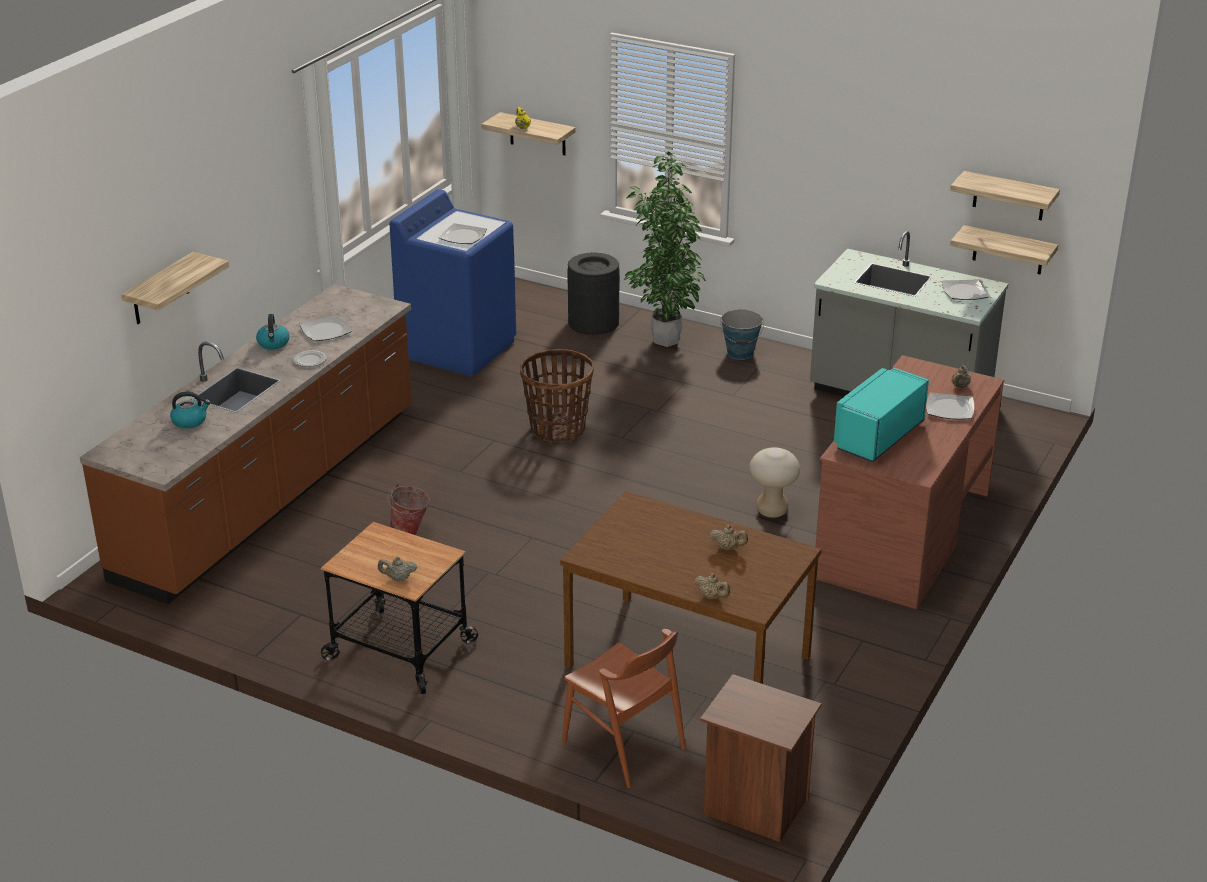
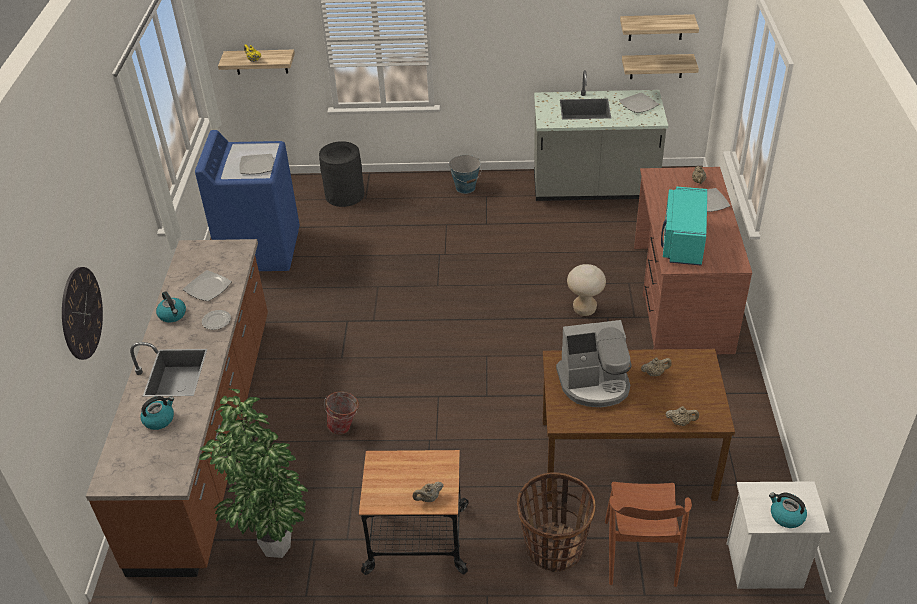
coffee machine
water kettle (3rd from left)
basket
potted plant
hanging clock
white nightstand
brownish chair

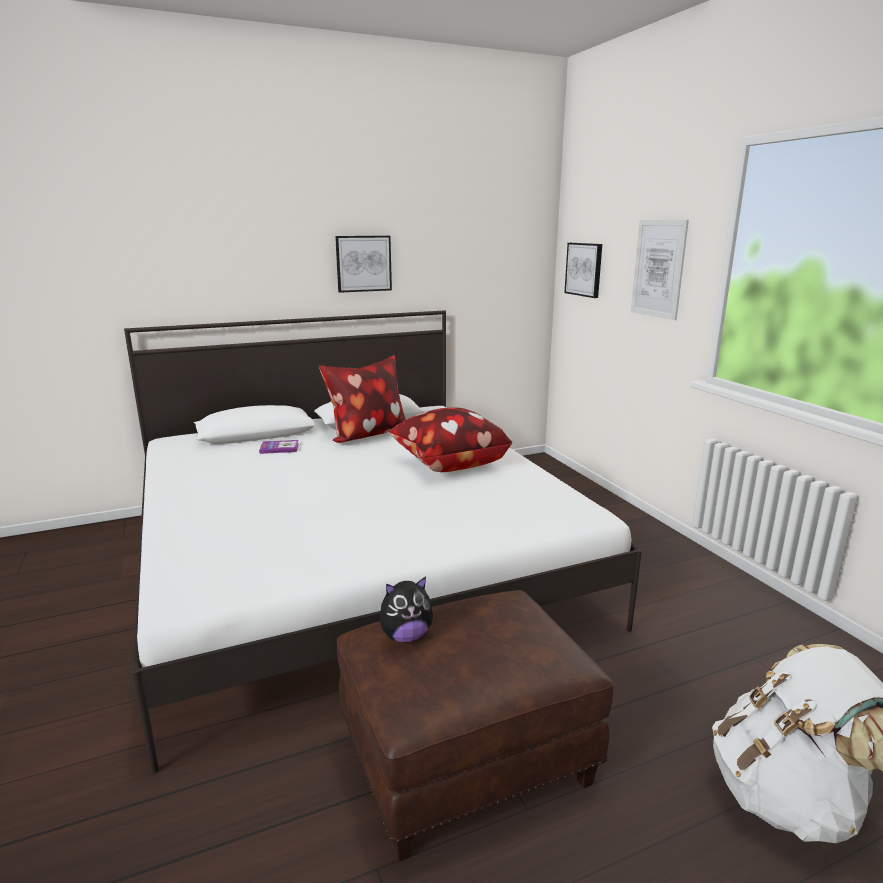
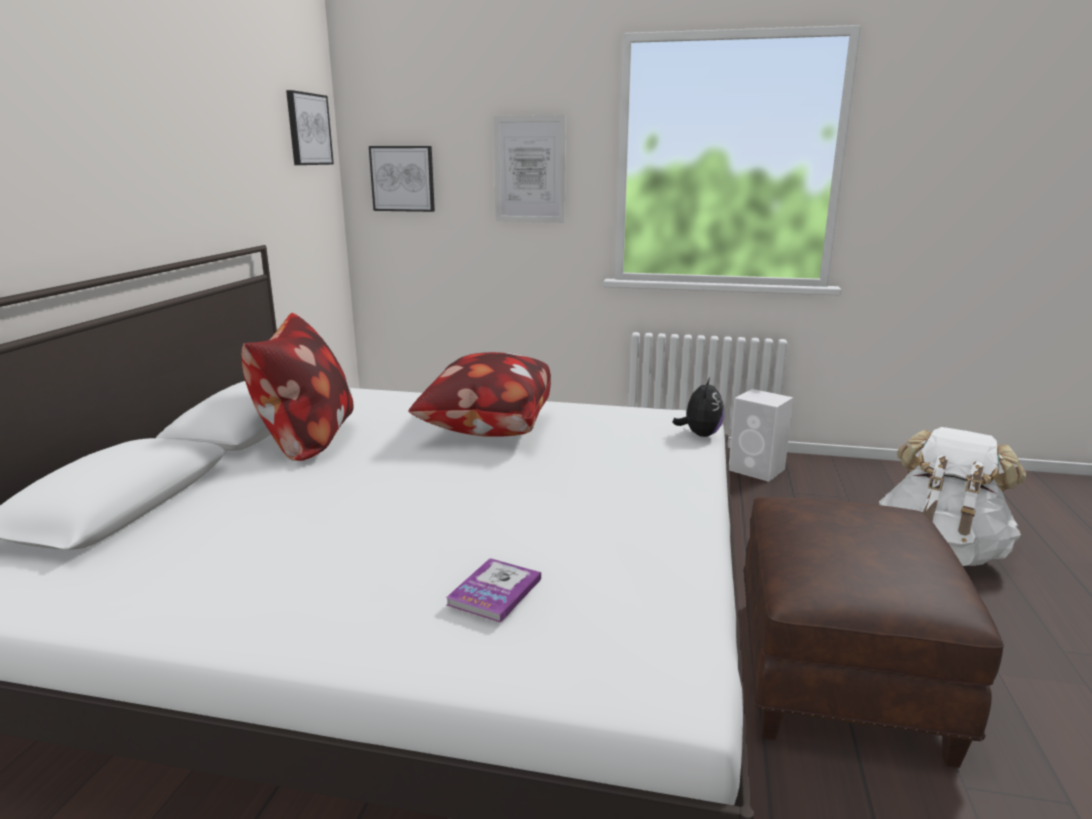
white speaker
book
picture (1st from left)
soft toy

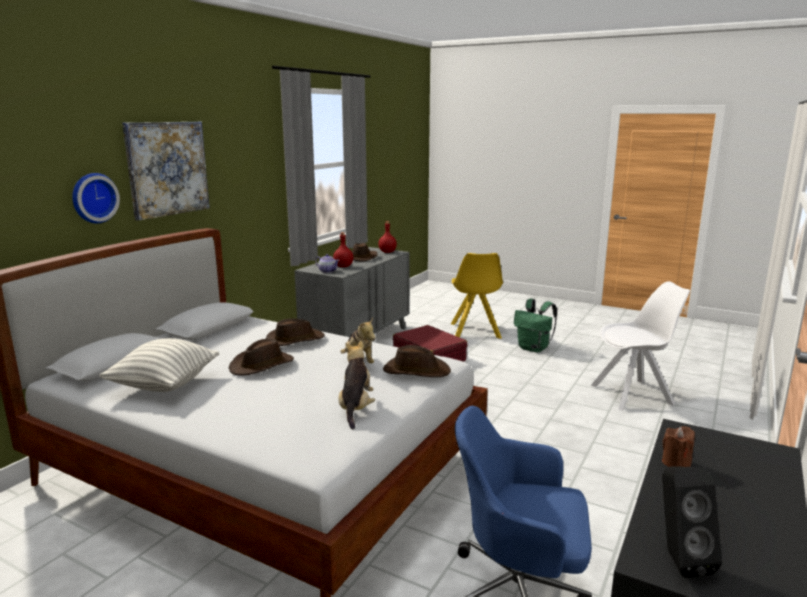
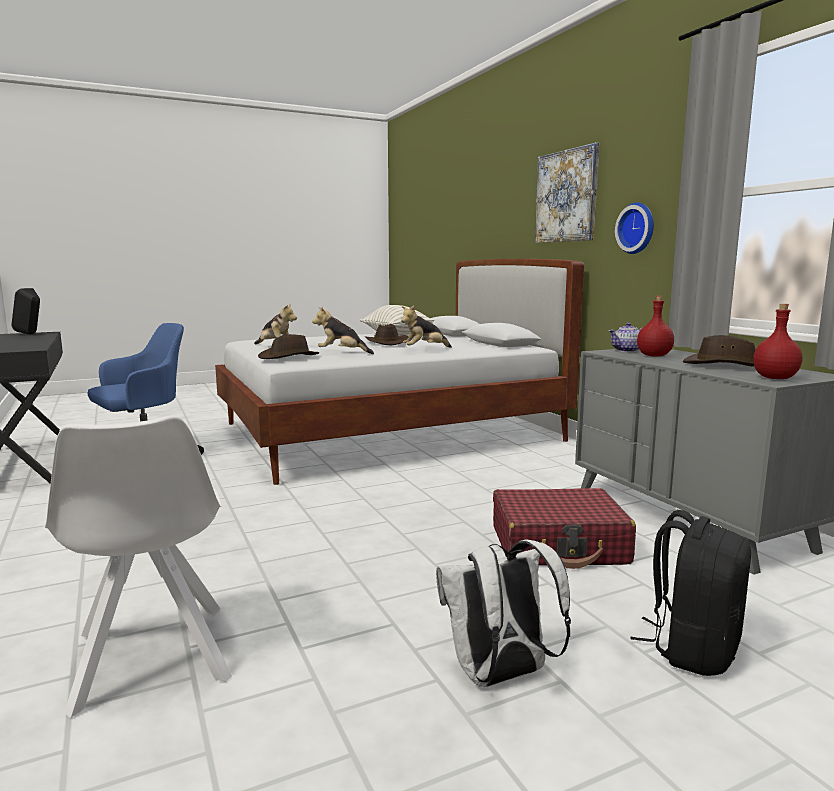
brownish wax light
hanging clock
soft toy (3rd from left)
black knapsack
white knapsack
white chair

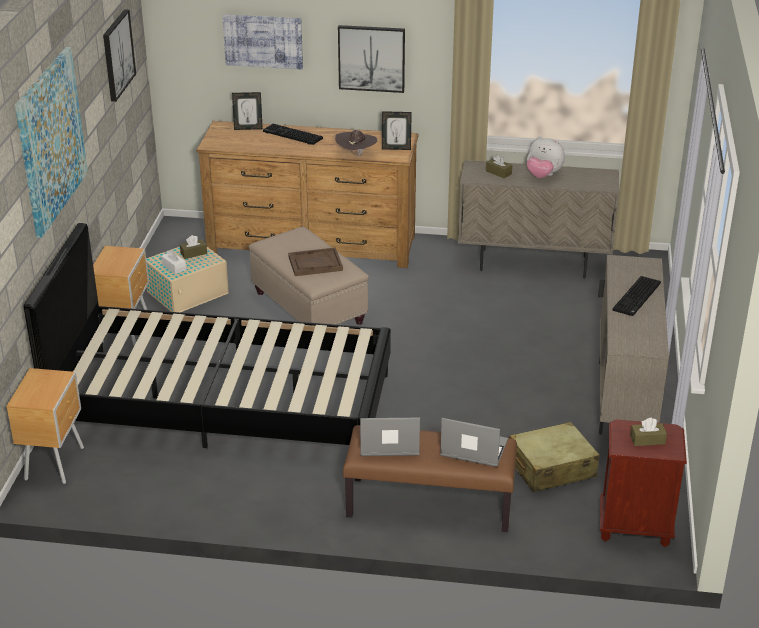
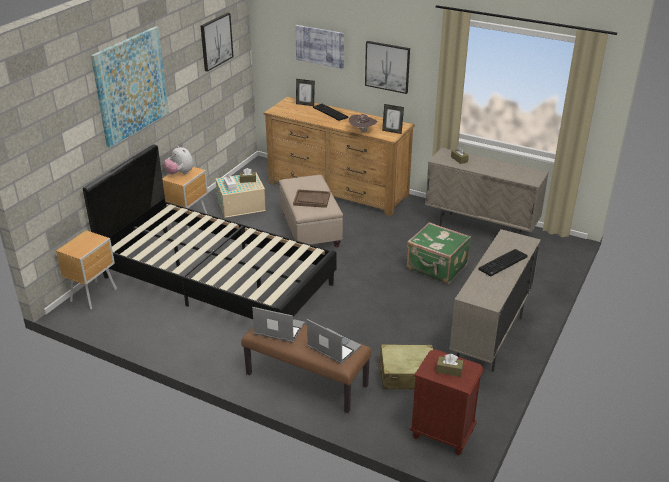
green piece of luggage
soft toy

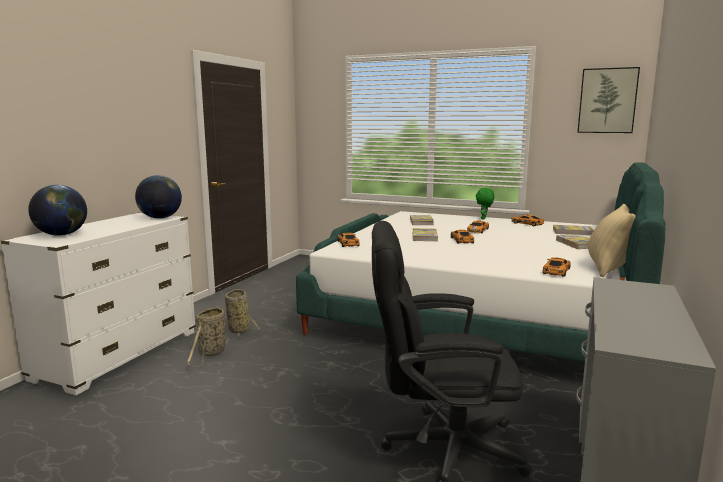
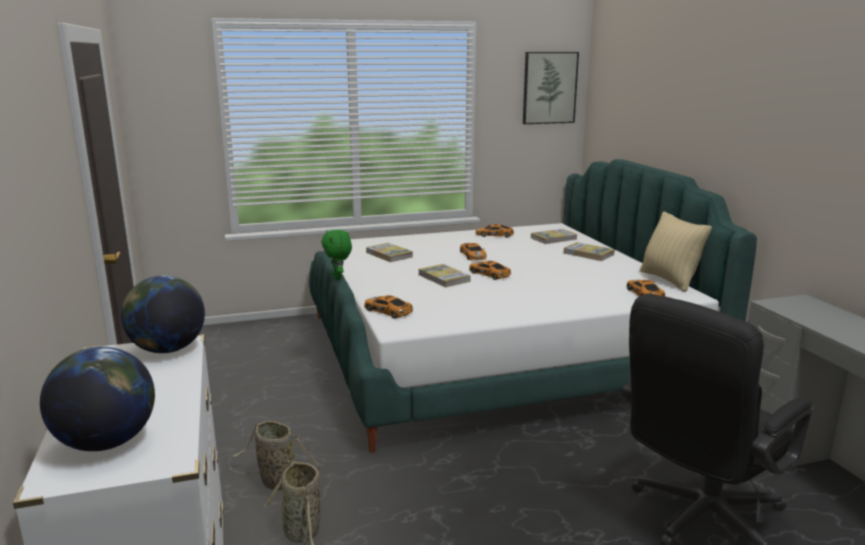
green soft toy

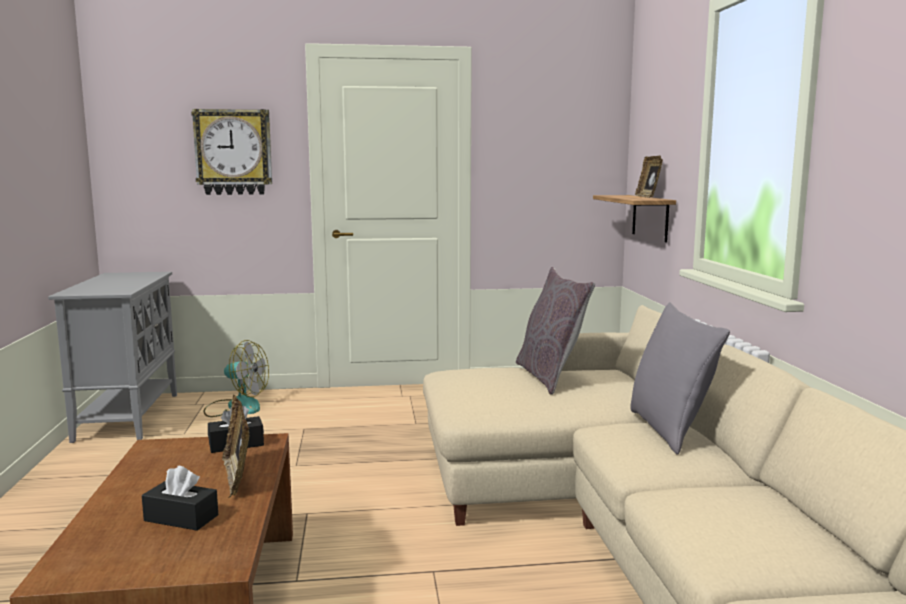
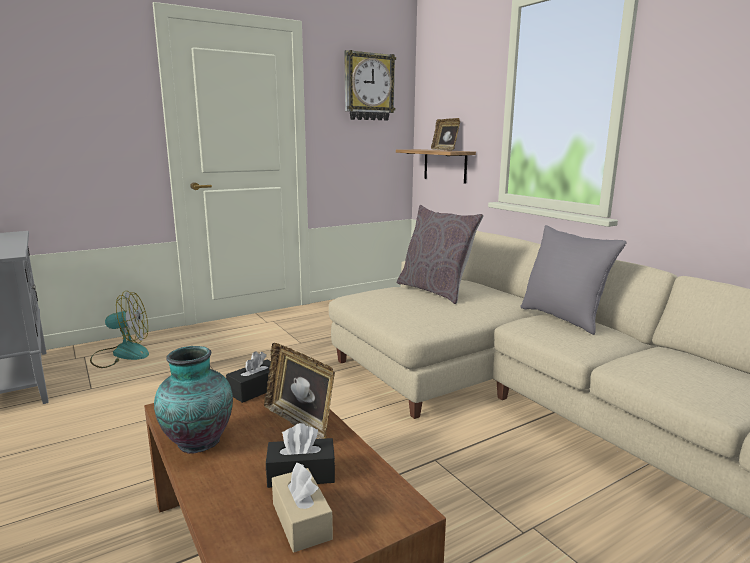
vase
sand-coloured tissue holder
hanging clock

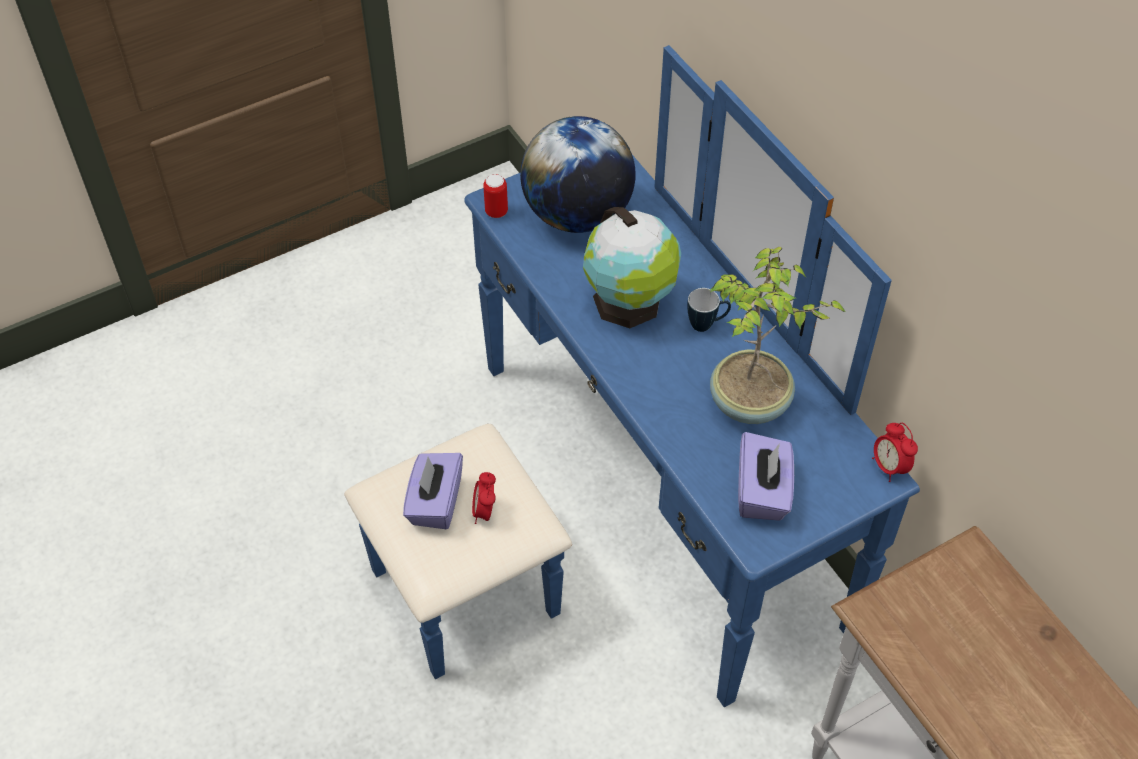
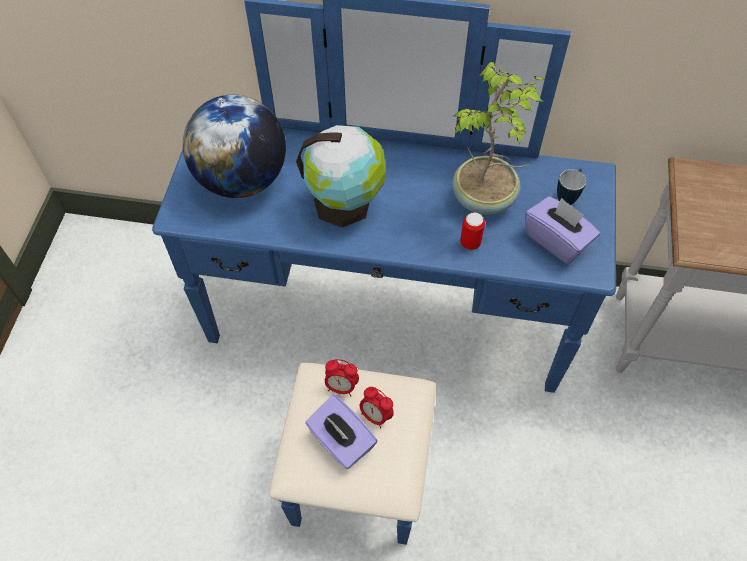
metal can
tea mug
alarm clock (1st from left)

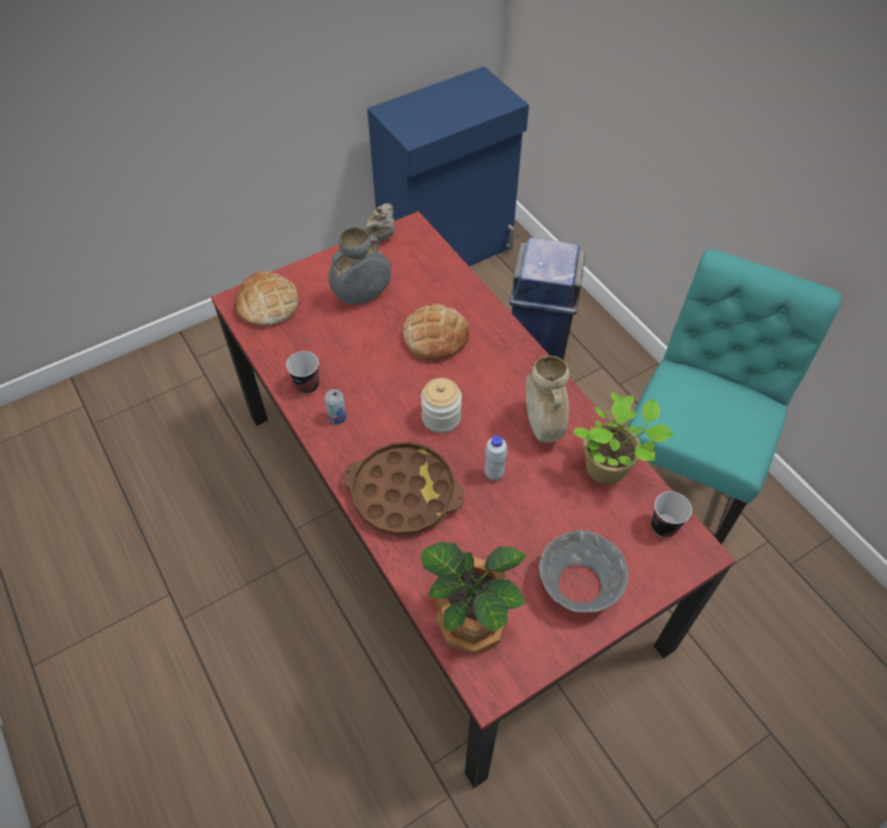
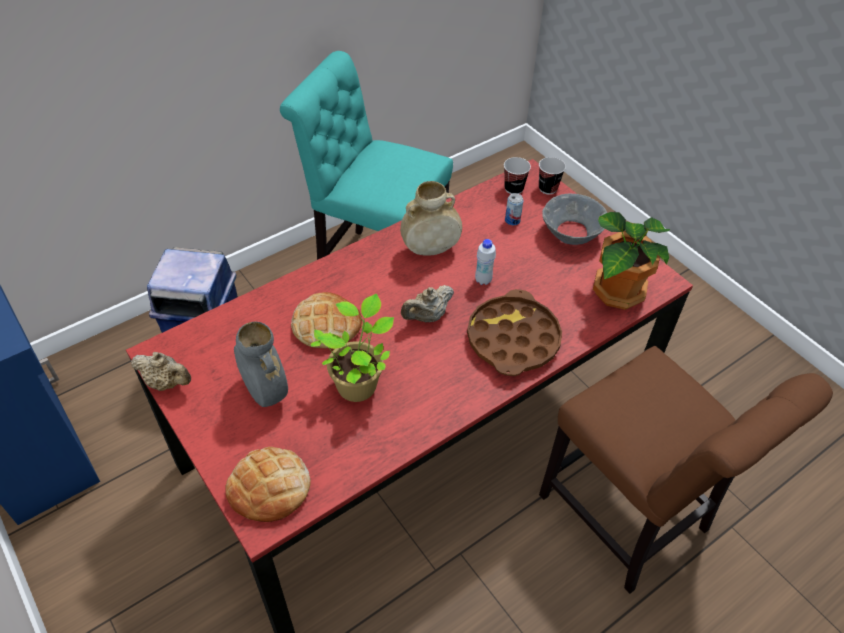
brownish chair
cup (2nd from left)
metal can
potted plant (1st from left)
sand-coloured teapot (2nd from left)

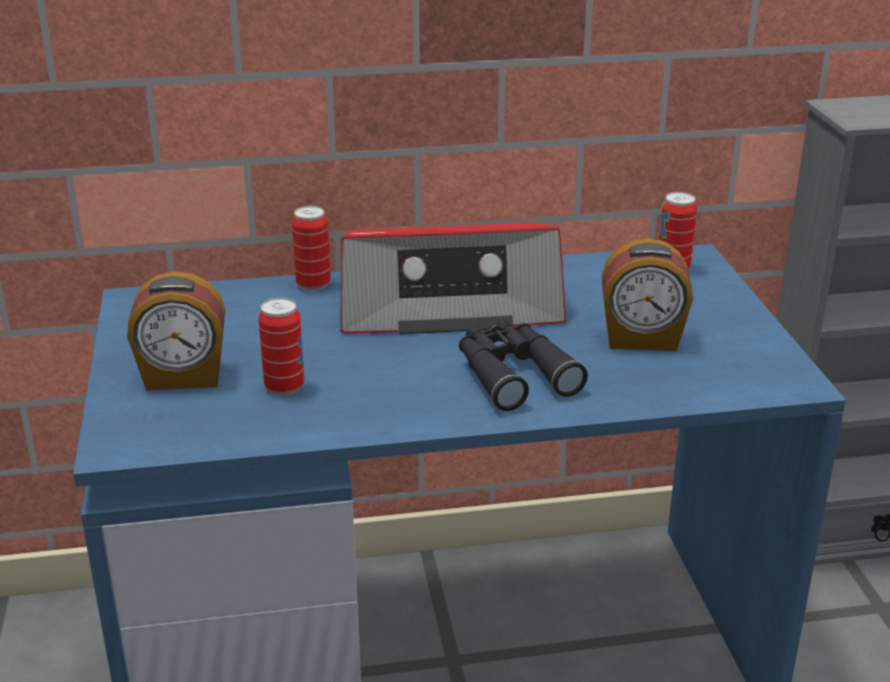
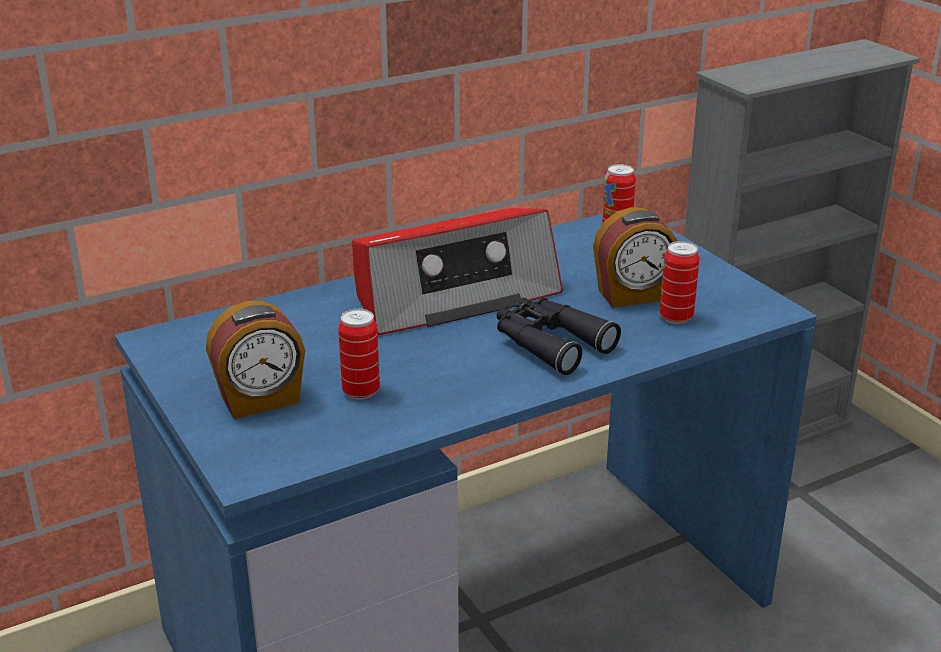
metal can (3rd from left)

